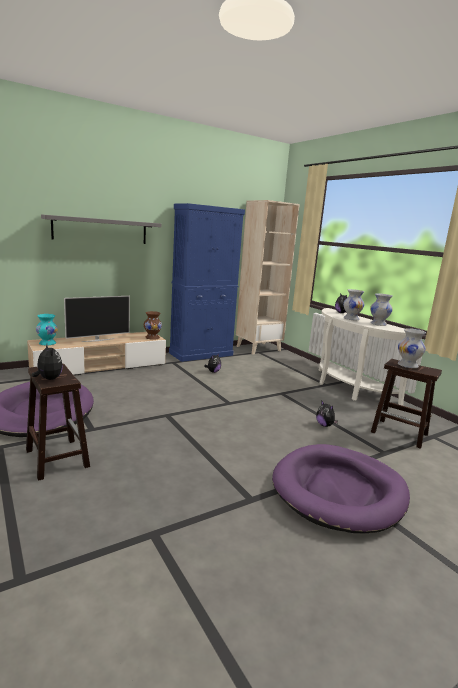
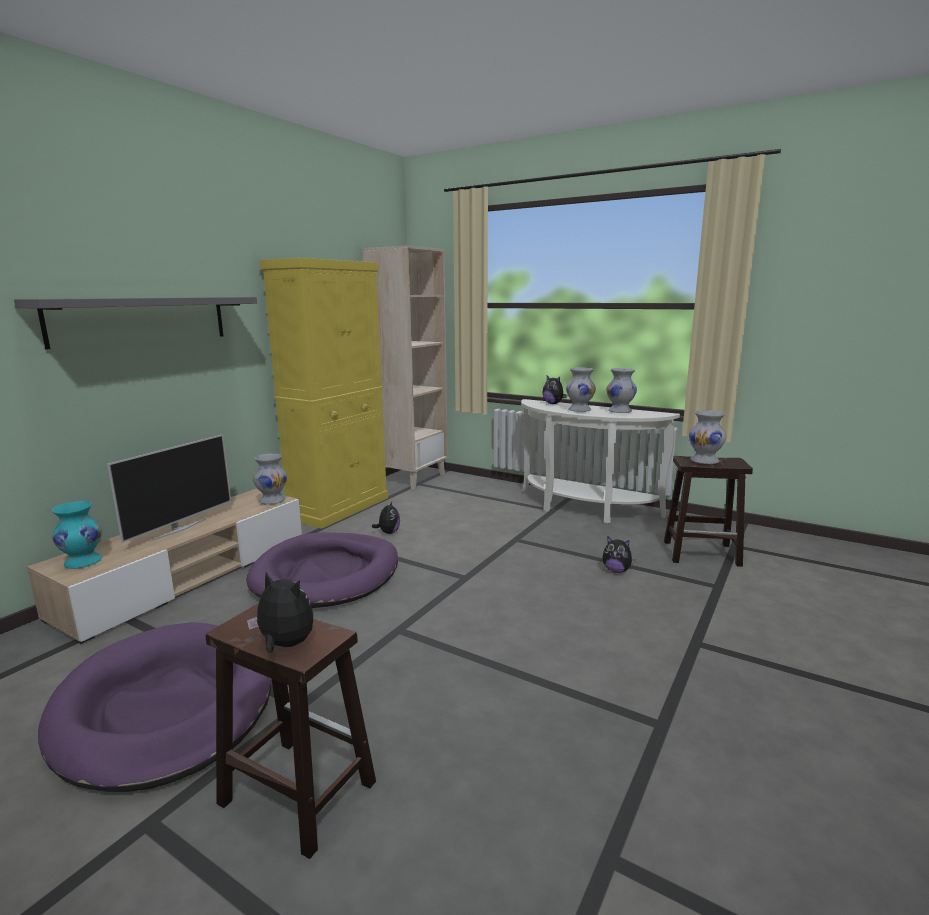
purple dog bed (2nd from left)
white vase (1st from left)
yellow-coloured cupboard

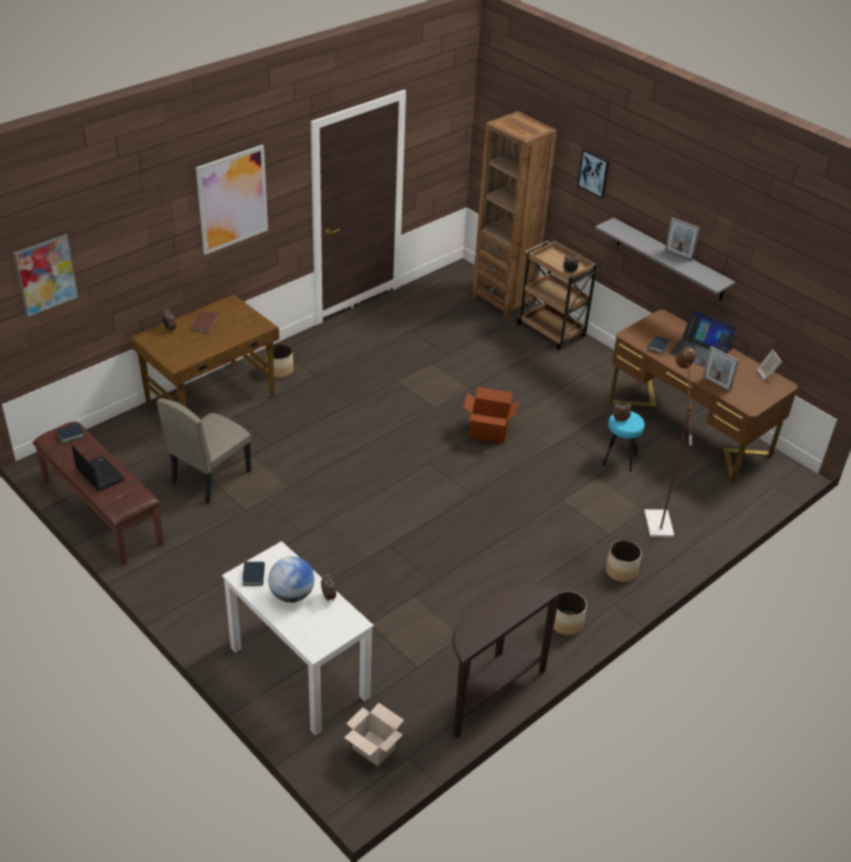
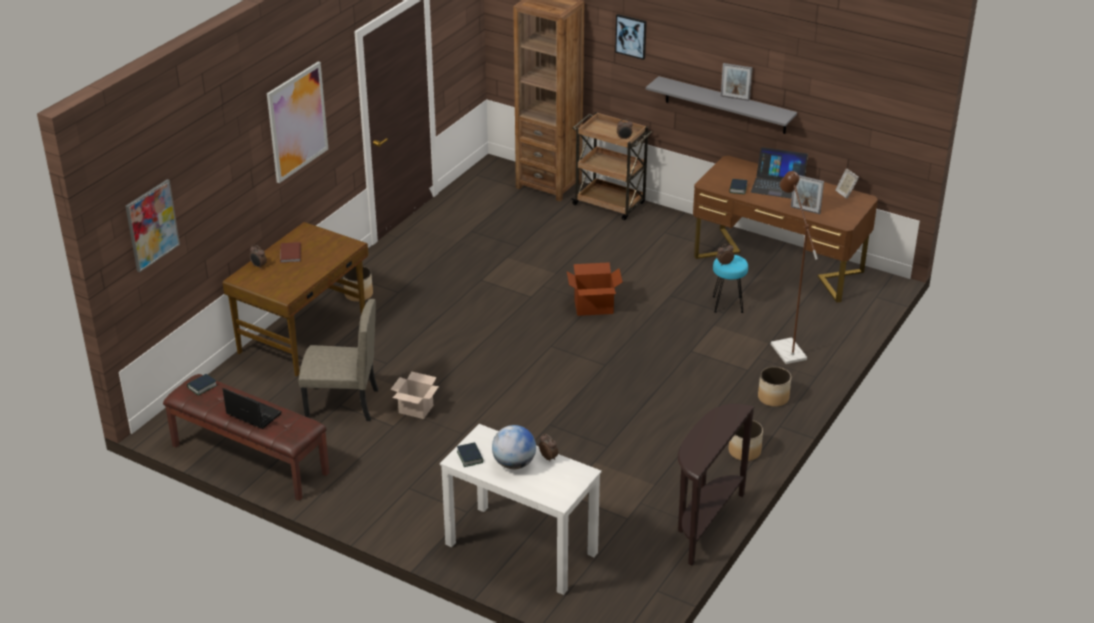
cardboard box (1st from left)
sand-coloured chair

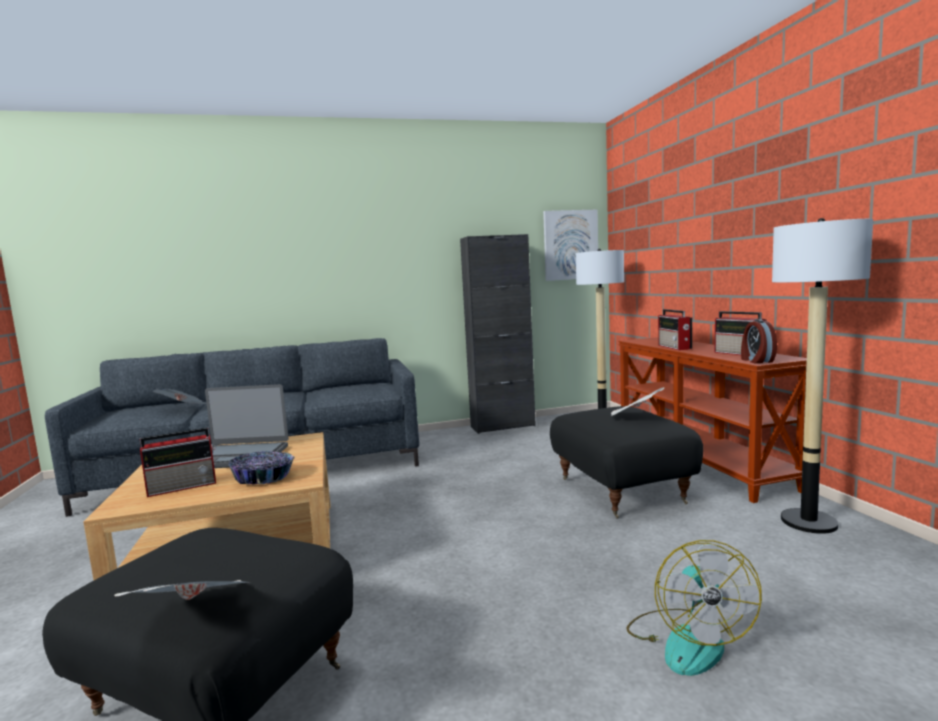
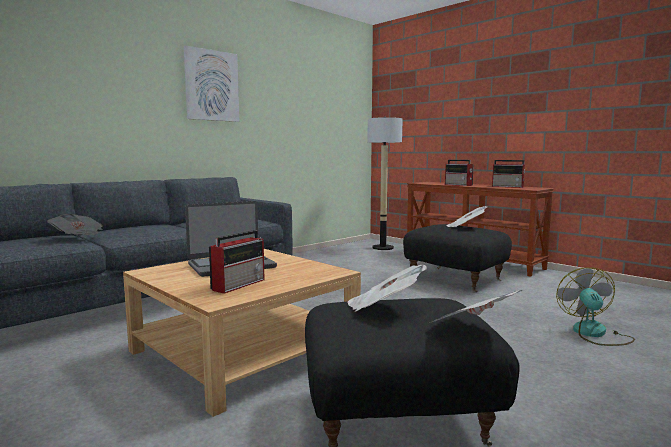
bowl
black cupboard
alarm clock
standard lamp (2nd from left in the first image)
printed paper (2nd from left)
picture
cooling fan

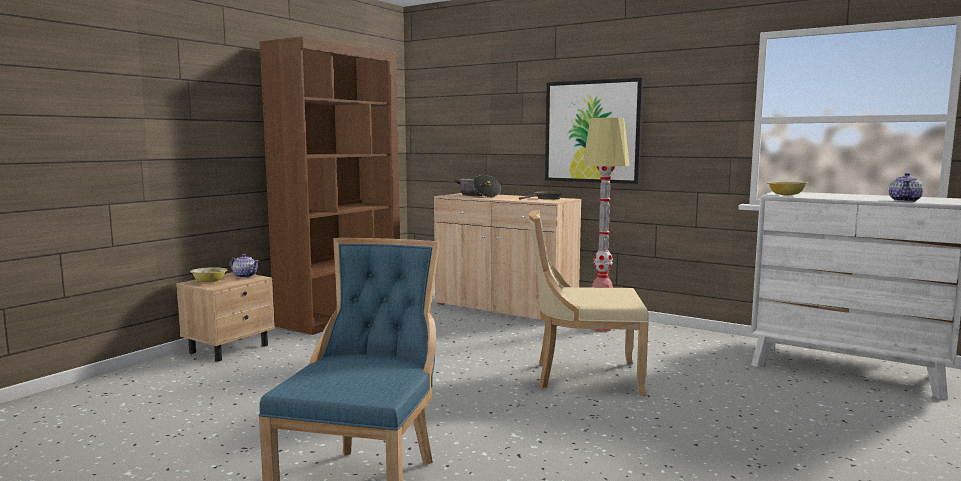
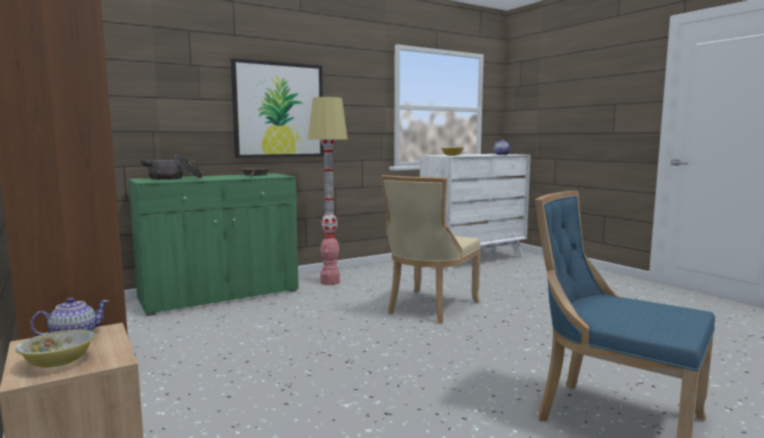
green cupboard

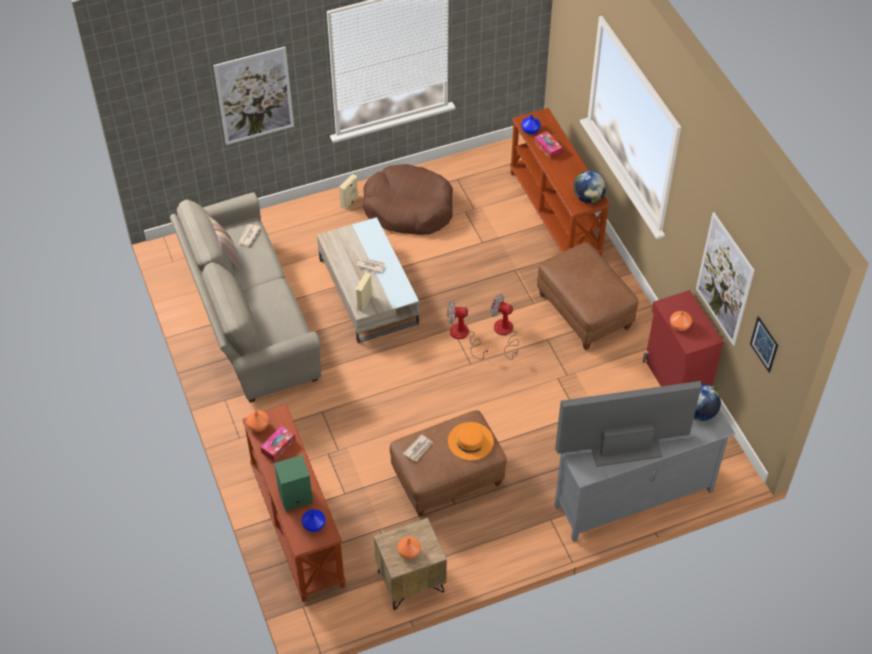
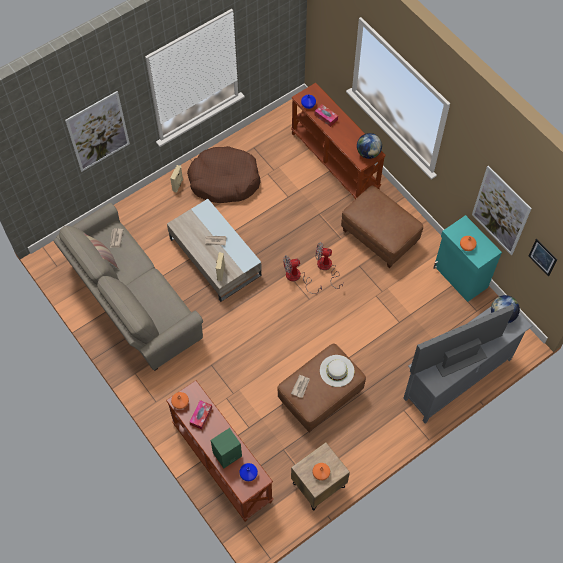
white clothing hat
blue-green cupboard

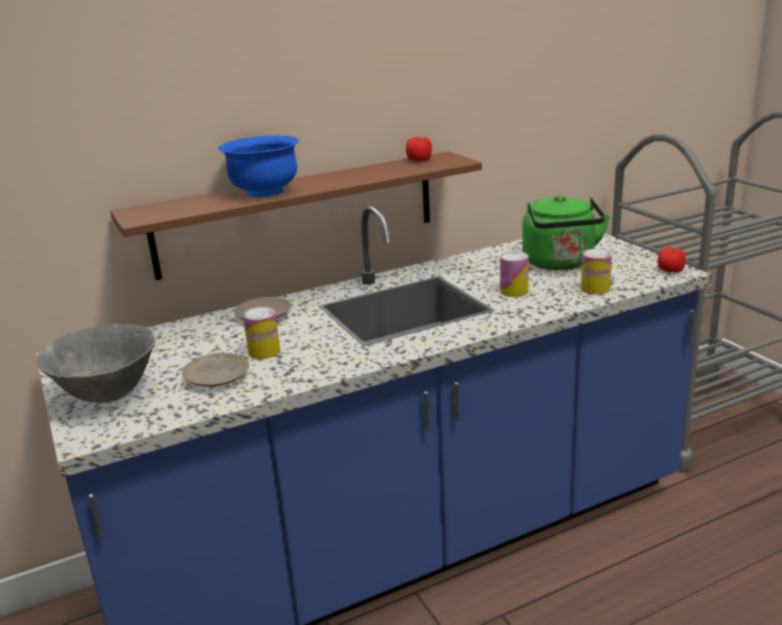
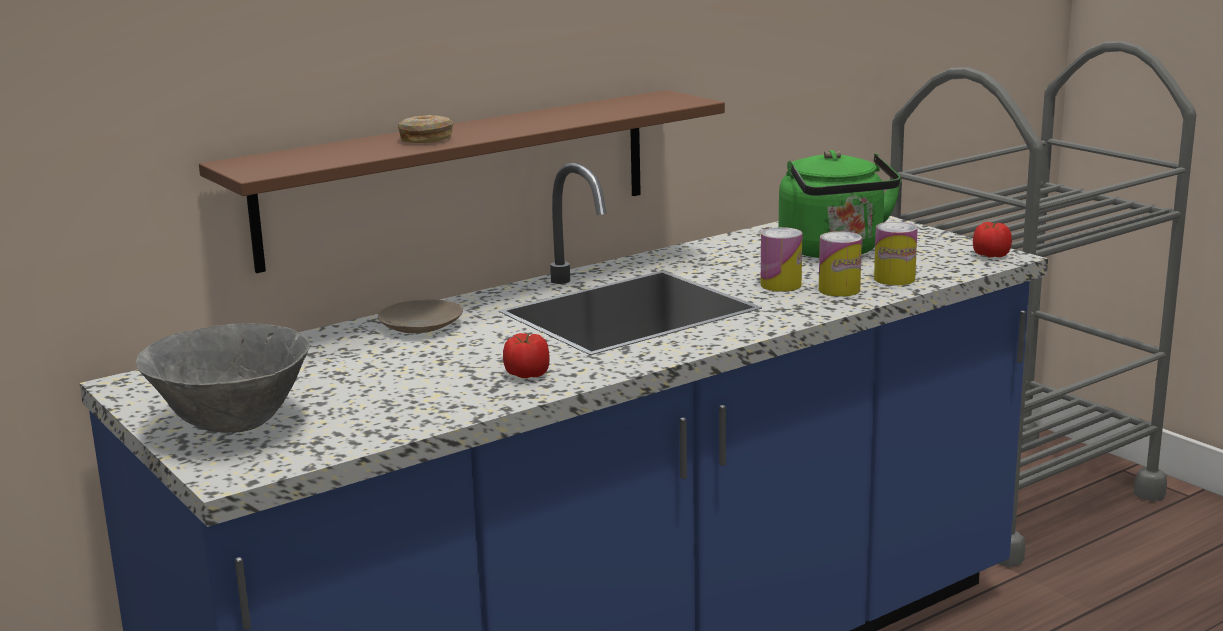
sand-coloured plate (1st from left in the first image)
metal can (2nd from left)
tomato (1st from left)
ring doughnut

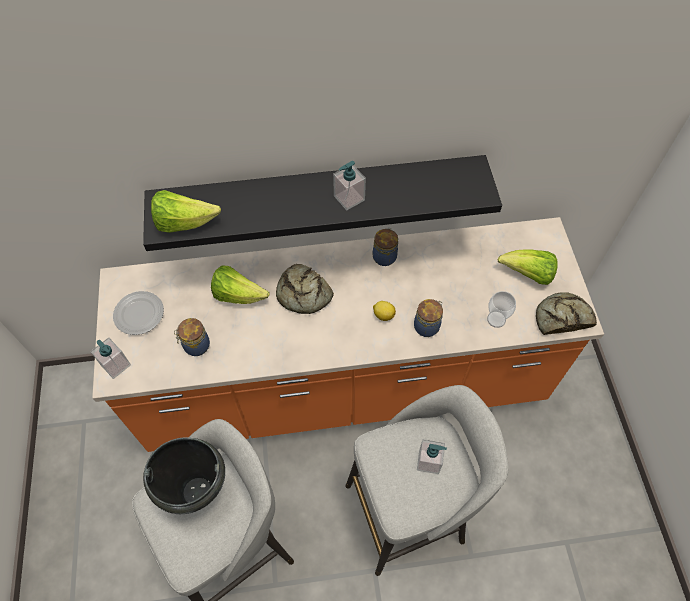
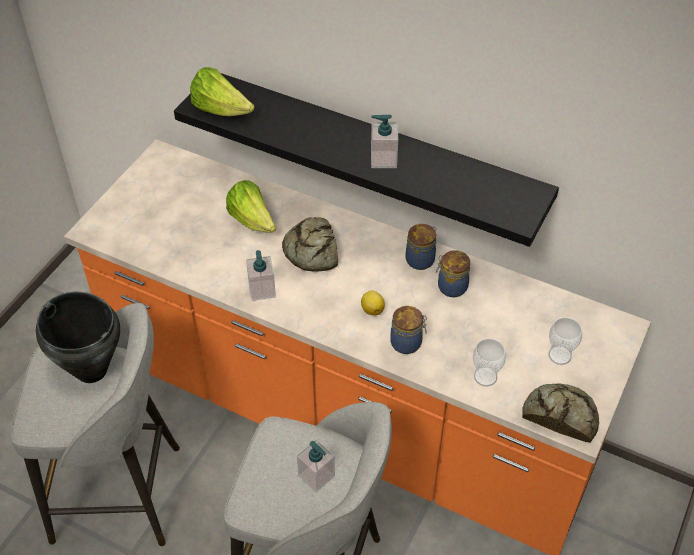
plate
soap dispenser (1st from left)
jar (3rd from left)
cup (2nd from left)

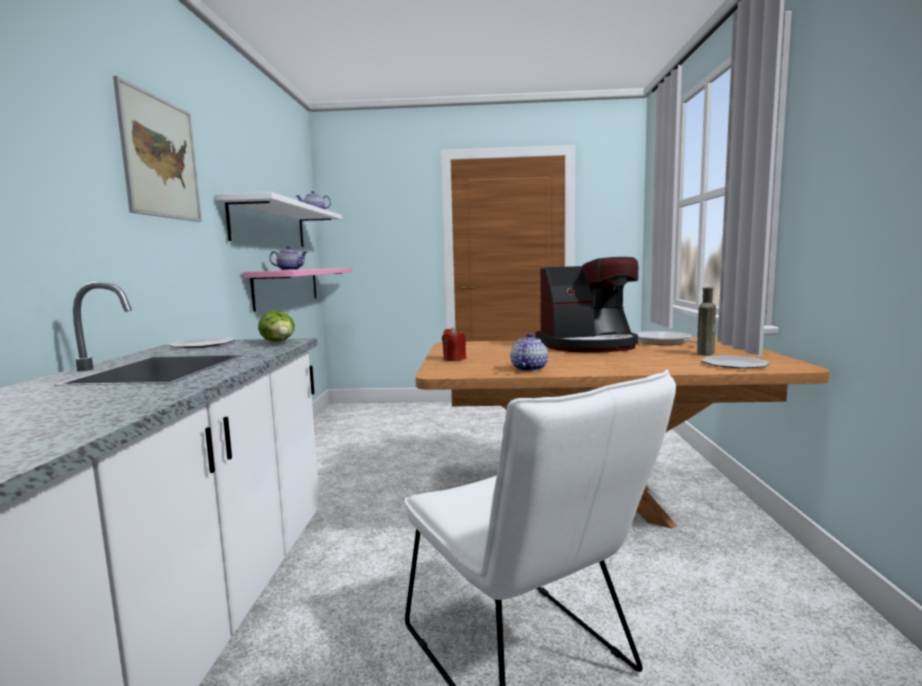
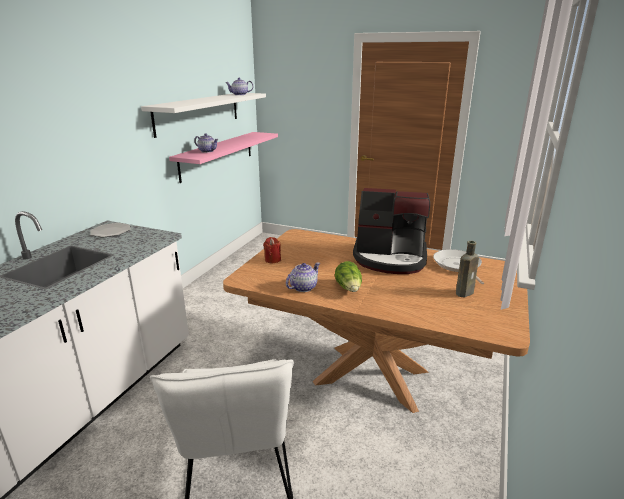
picture
plate (2nd from left in the first image)
lettuce head

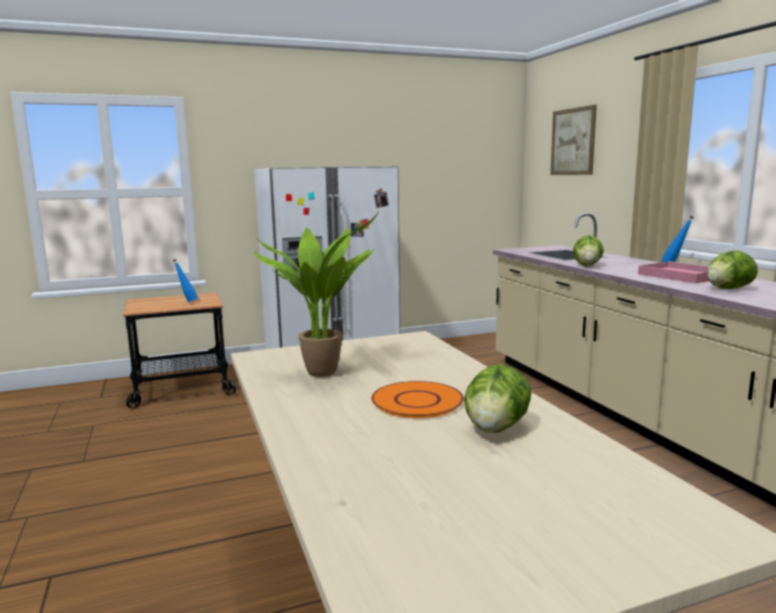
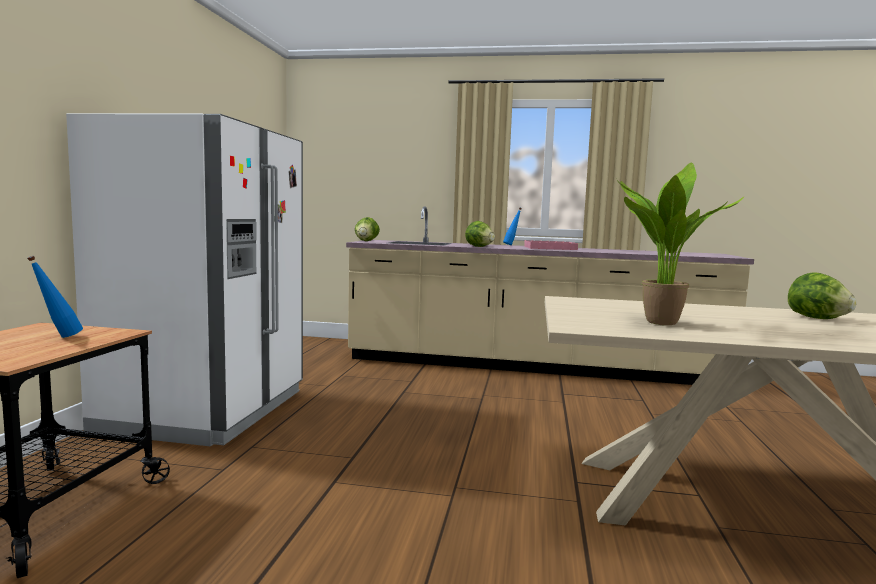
orange plate
picture
lettuce head (1st from left)

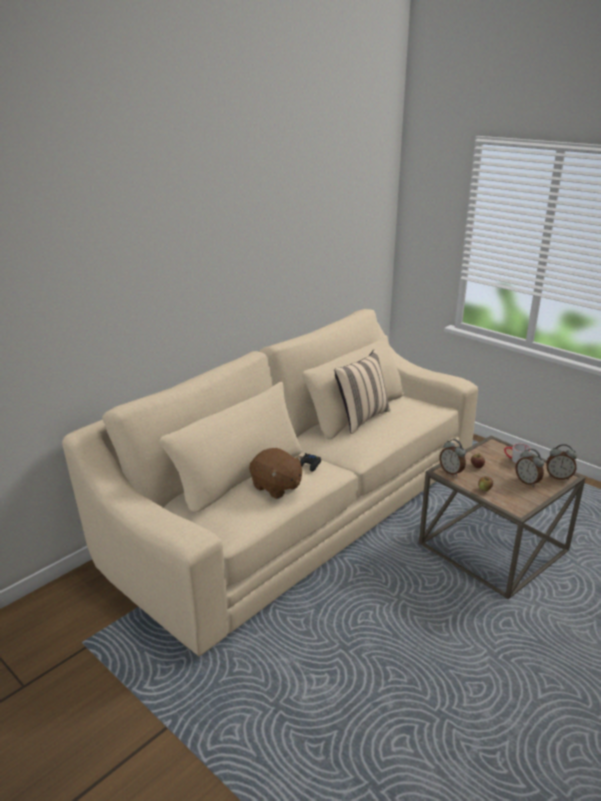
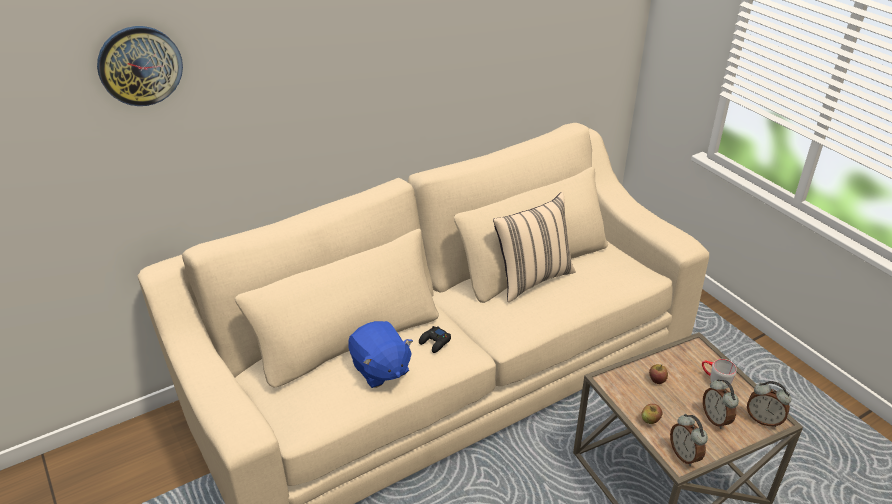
hanging clock
alarm clock (1st from left)
bluish soft toy

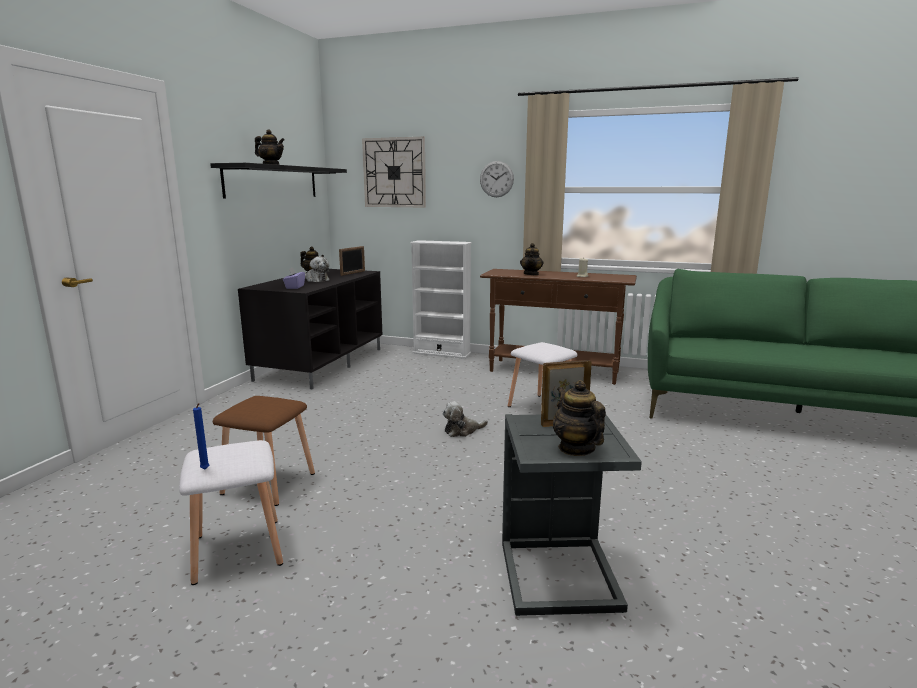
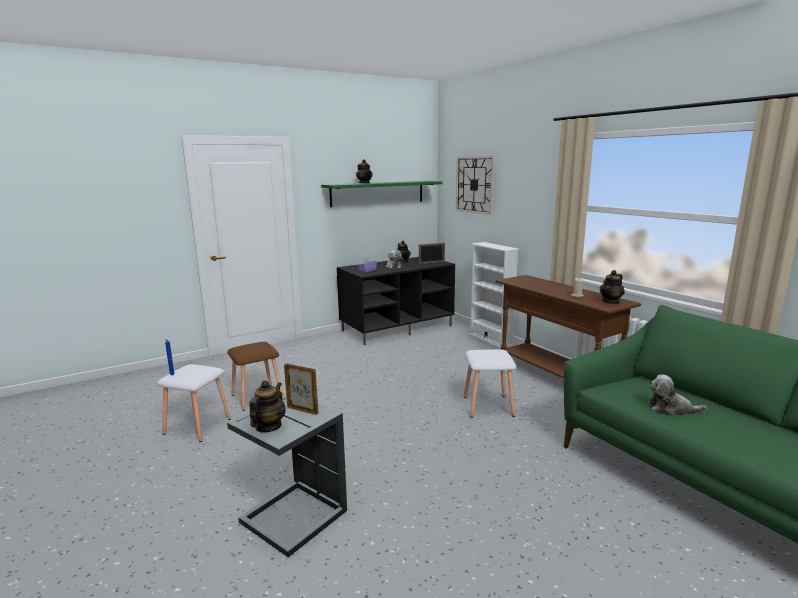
hanging clock (2nd from left in the first image)
soft toy (2nd from left)
teapot (4th from left)
green bracket shelf

